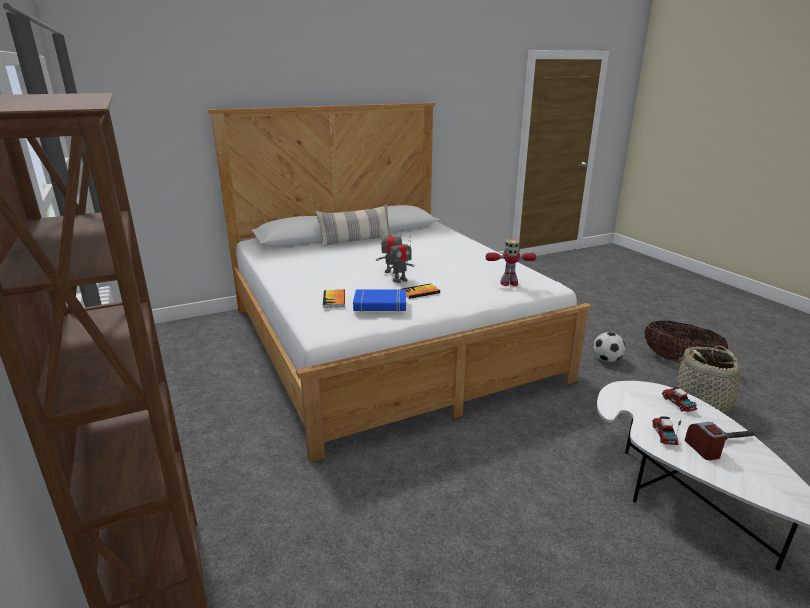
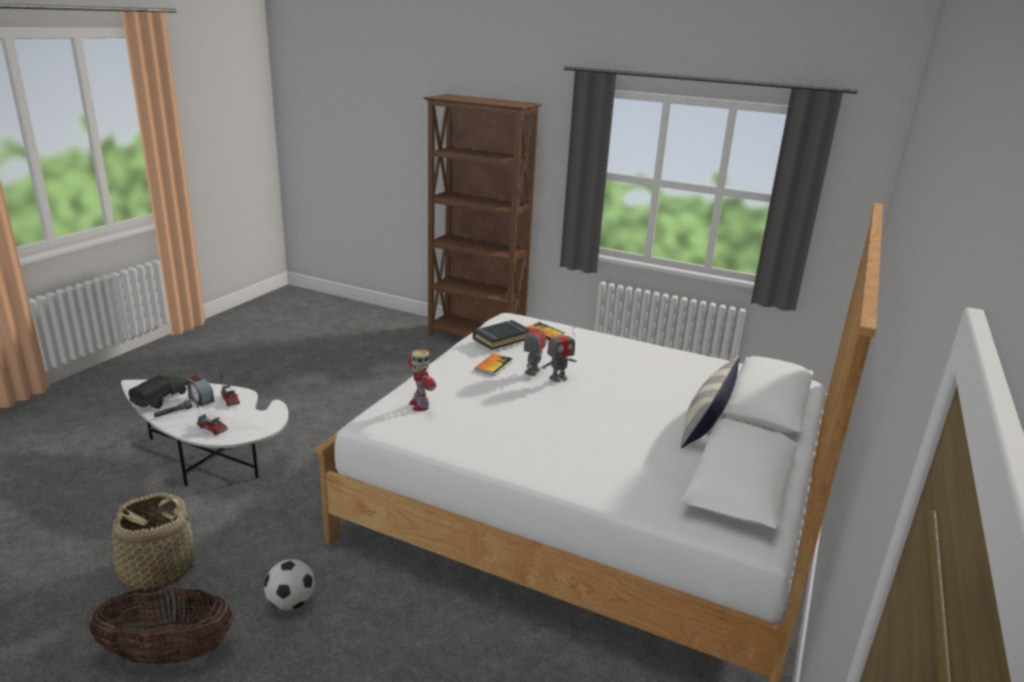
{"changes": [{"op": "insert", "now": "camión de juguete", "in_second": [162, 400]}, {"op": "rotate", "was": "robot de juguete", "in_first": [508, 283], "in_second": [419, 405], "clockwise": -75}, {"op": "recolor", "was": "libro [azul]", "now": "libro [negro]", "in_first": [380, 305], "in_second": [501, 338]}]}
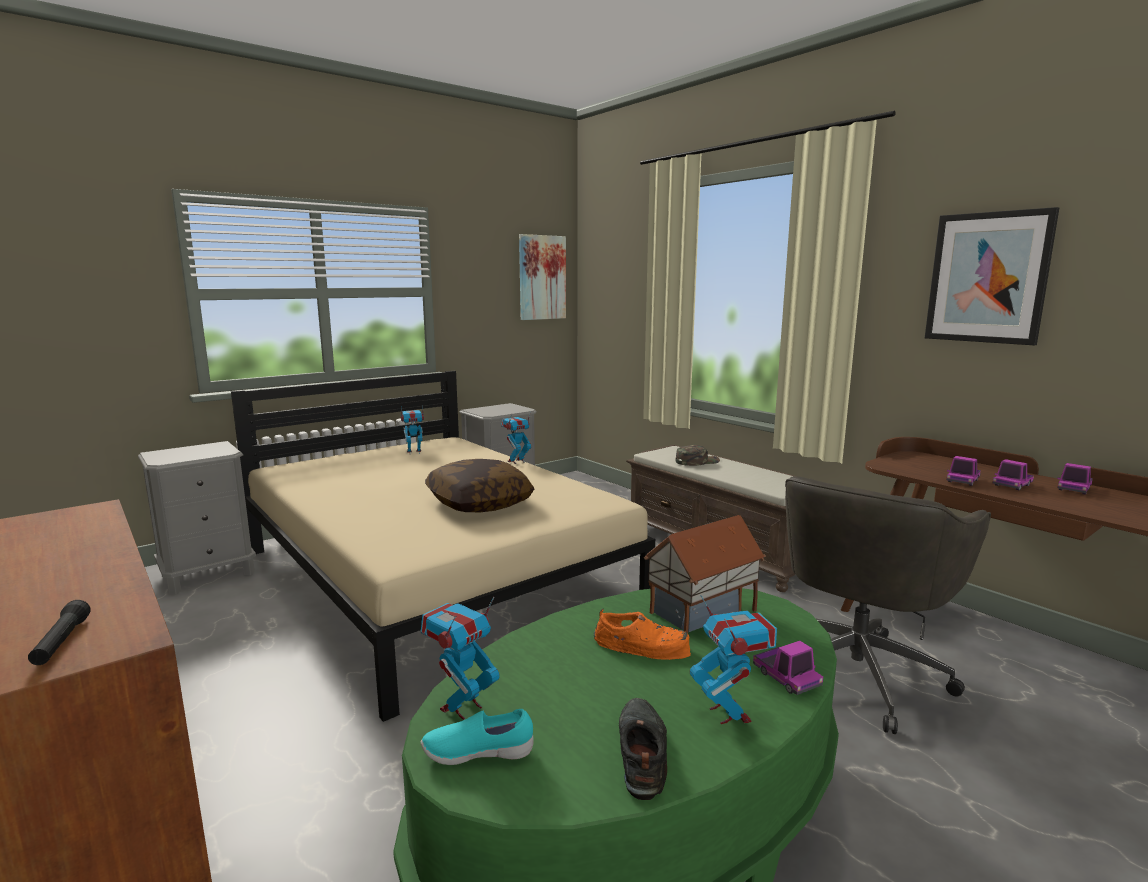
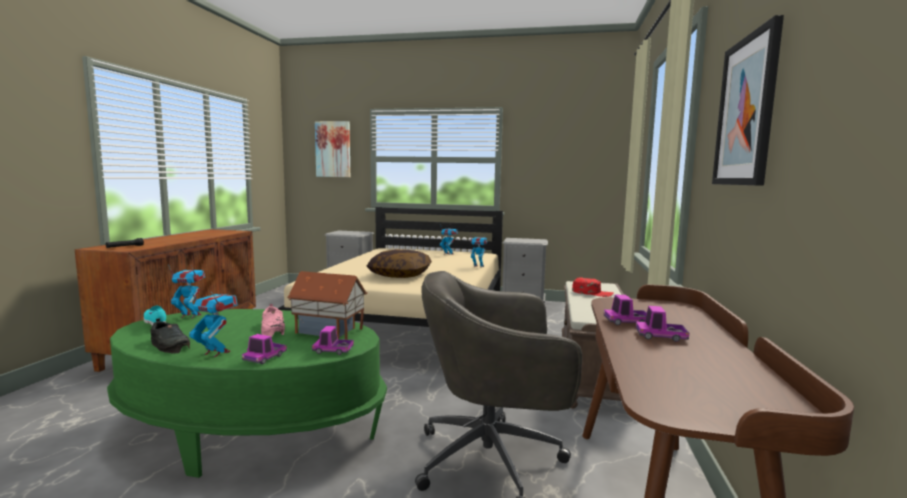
{"changes": [{"op": "rotate", "was": "zapato [negro]", "in_first": [641, 752], "in_second": [170, 344], "clockwise": 75}, {"op": "rotate", "was": "robot de juguete", "in_first": [729, 713], "in_second": [216, 353], "clockwise": -105}, {"op": "recolor", "was": "zapato [naranja]", "now": "zapato [rosa]", "in_first": [642, 645], "in_second": [273, 328]}, {"op": "move", "was": "camión de juguete", "in_first": [1074, 489], "in_second": [333, 350]}, {"op": "move", "was": "cuadro", "in_first": [541, 277], "in_second": [333, 149]}, {"op": "recolor", "was": "gorra [verde]", "now": "gorra [rojo]", "in_first": [696, 461], "in_second": [592, 293]}]}
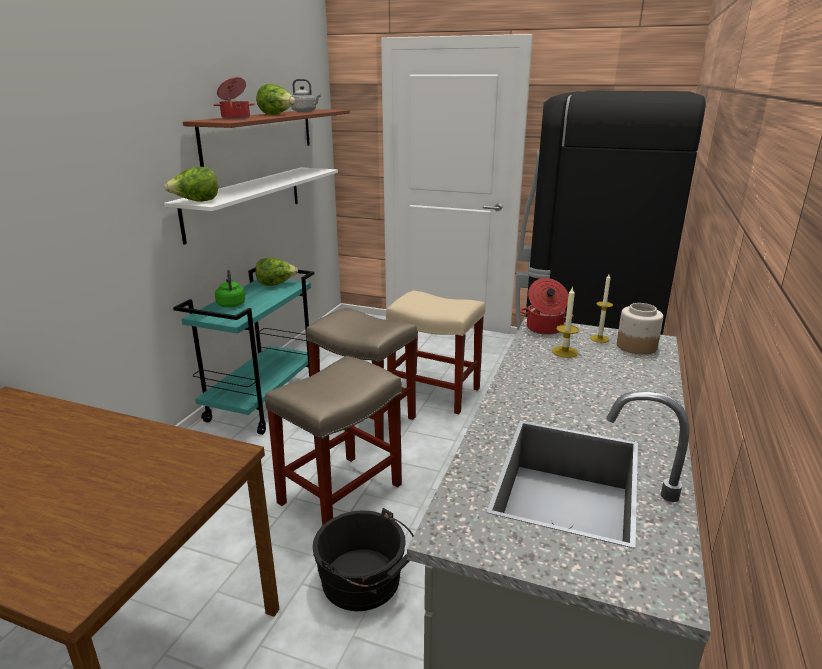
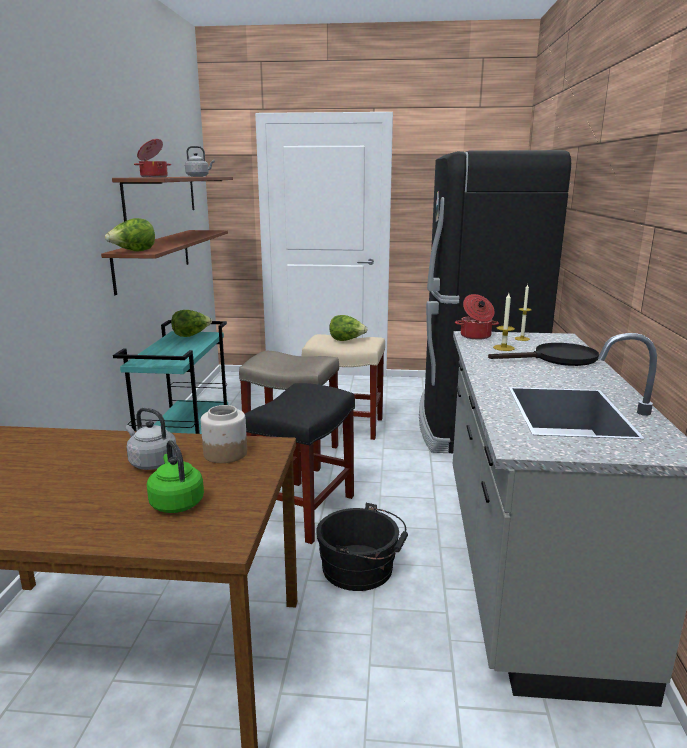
{"changes": [{"op": "recolor", "was": "estante [blanco]", "now": "estante [marrón]", "in_first": [245, 201], "in_second": [154, 258]}, {"op": "insert", "now": "hervidor [gris]", "in_second": [151, 462]}, {"op": "move", "was": "hervidor [verde]", "in_first": [231, 304], "in_second": [176, 502]}, {"op": "move", "was": "tarro", "in_first": [636, 346], "in_second": [225, 453]}, {"op": "recolor", "was": "taburete [beis]", "now": "taburete [negro]", "in_first": [341, 492], "in_second": [303, 509]}, {"op": "move", "was": "lechuga", "in_first": [277, 115], "in_second": [346, 340]}, {"op": "insert", "now": "sartén [negro]", "in_second": [557, 359]}]}
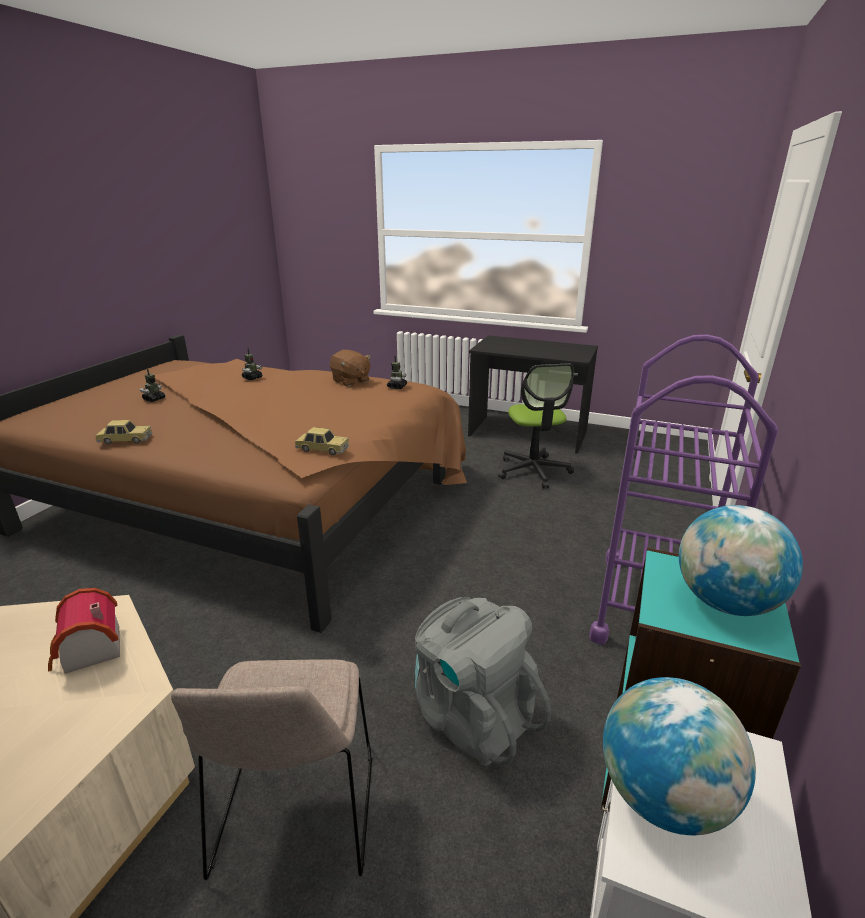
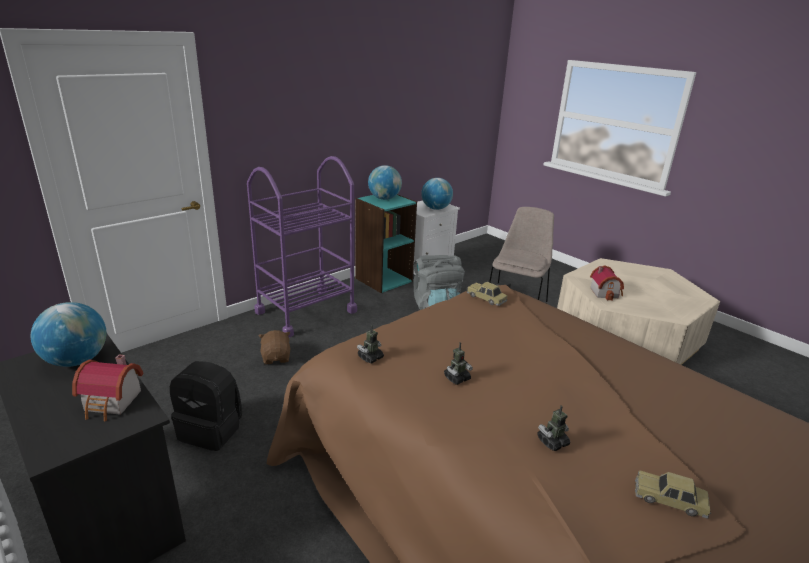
{"changes": [{"op": "insert", "now": "globo terráqueo", "in_second": [76, 360]}, {"op": "insert", "now": "casita", "in_second": [112, 402]}, {"op": "replace", "was": "silla de oficina", "now": "mochila [negro]", "in_first": [533, 471], "in_second": [211, 430]}, {"op": "move", "was": "peluche [marrón]", "in_first": [350, 381], "in_second": [276, 358]}, {"op": "move", "was": "robot de juguete", "in_first": [154, 399], "in_second": [457, 378]}, {"op": "move", "was": "coche de juguete", "in_first": [125, 440], "in_second": [669, 500]}]}
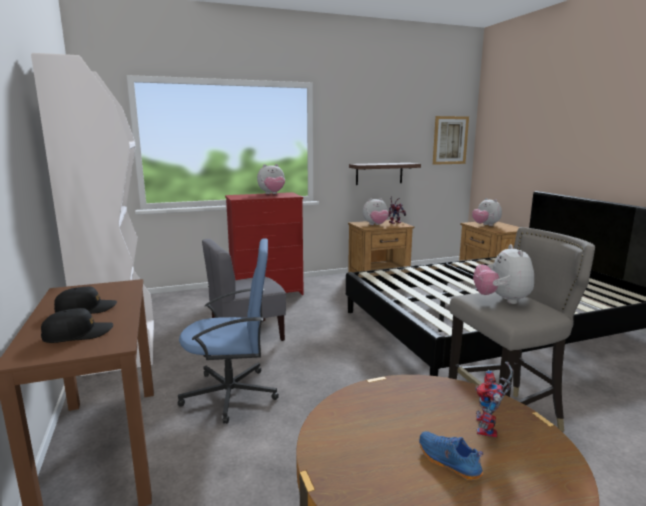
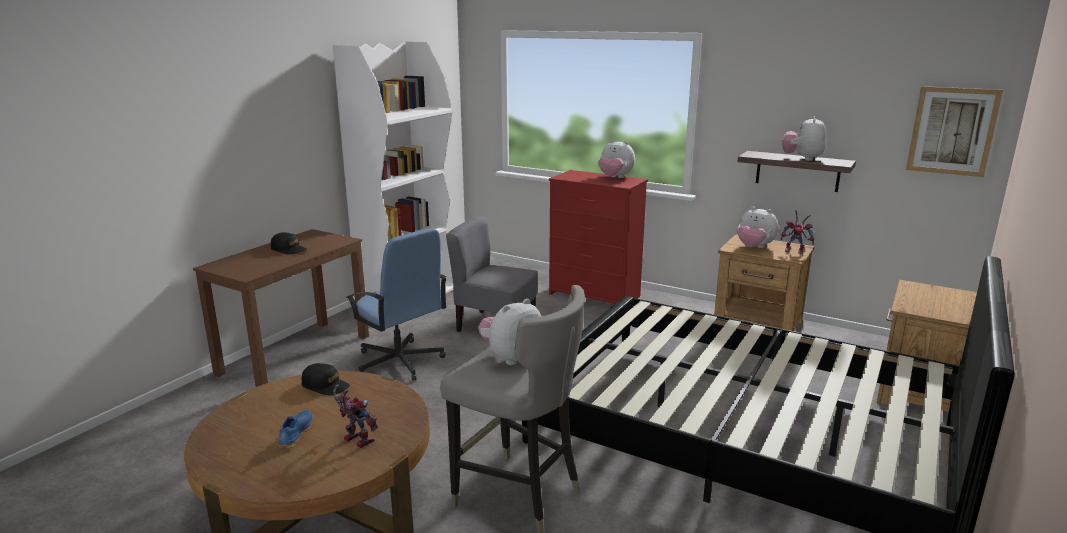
{"changes": [{"op": "move", "was": "gorra [negro]", "in_first": [78, 334], "in_second": [326, 386]}, {"op": "rotate", "was": "robot de juguete", "in_first": [489, 429], "in_second": [355, 440], "clockwise": 60}, {"op": "move", "was": "peluche", "in_first": [485, 225], "in_second": [802, 159]}]}
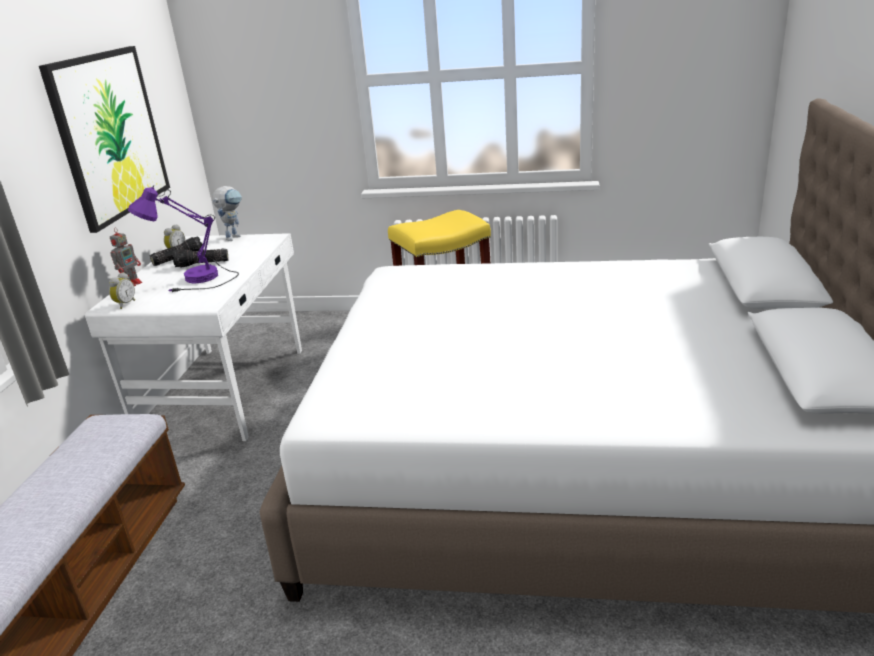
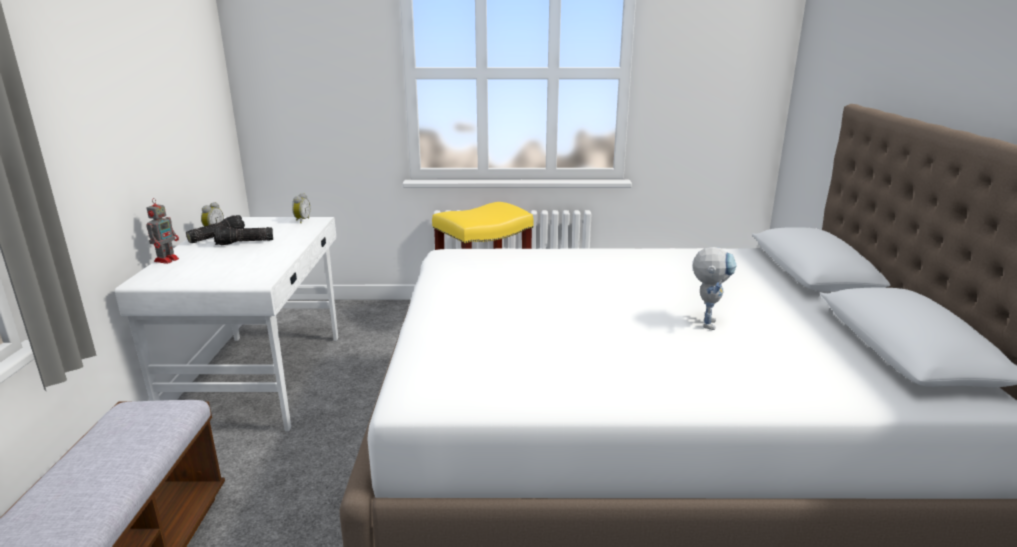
{"changes": [{"op": "move", "was": "despertador", "in_first": [124, 304], "in_second": [301, 220]}, {"op": "move", "was": "robot de juguete", "in_first": [235, 237], "in_second": [706, 321]}, {"op": "delete", "was": "cuadro", "in_first": [110, 135]}, {"op": "delete", "was": "lámpara de mesa [morado]", "in_first": [196, 282]}]}
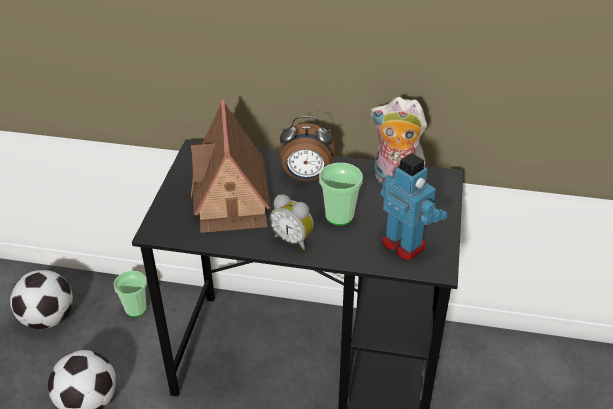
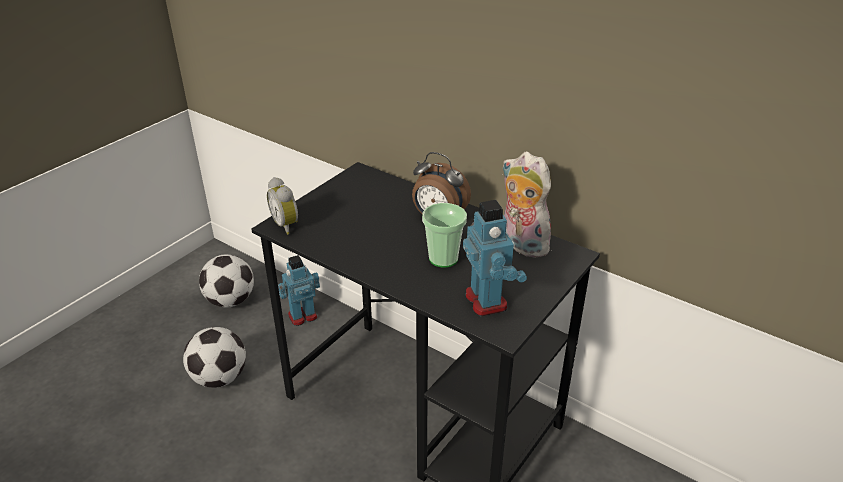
{"changes": [{"op": "move", "was": "despertador", "in_first": [293, 239], "in_second": [287, 225]}, {"op": "replace", "was": "taza", "now": "robot de juguete", "in_first": [136, 309], "in_second": [302, 316]}, {"op": "delete", "was": "casita", "in_first": [231, 196]}]}
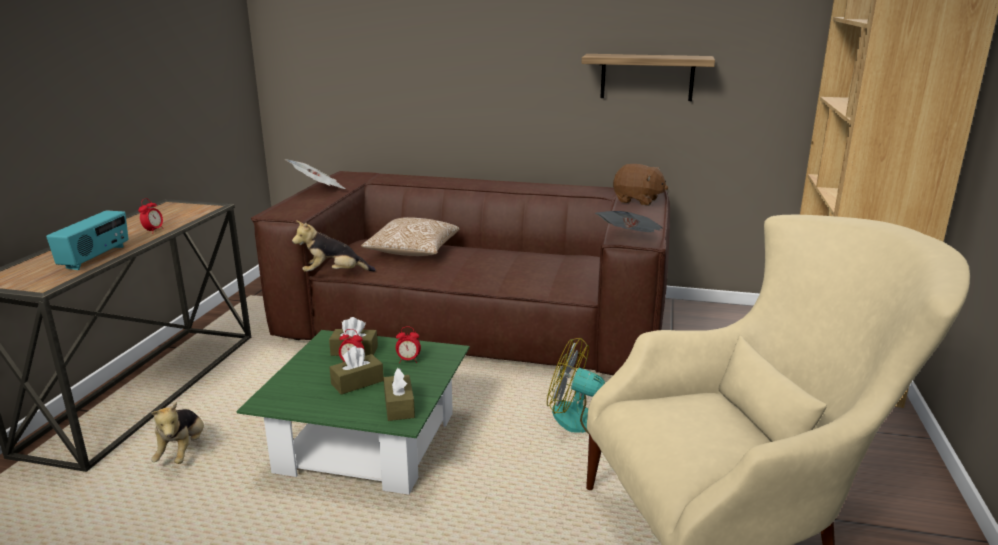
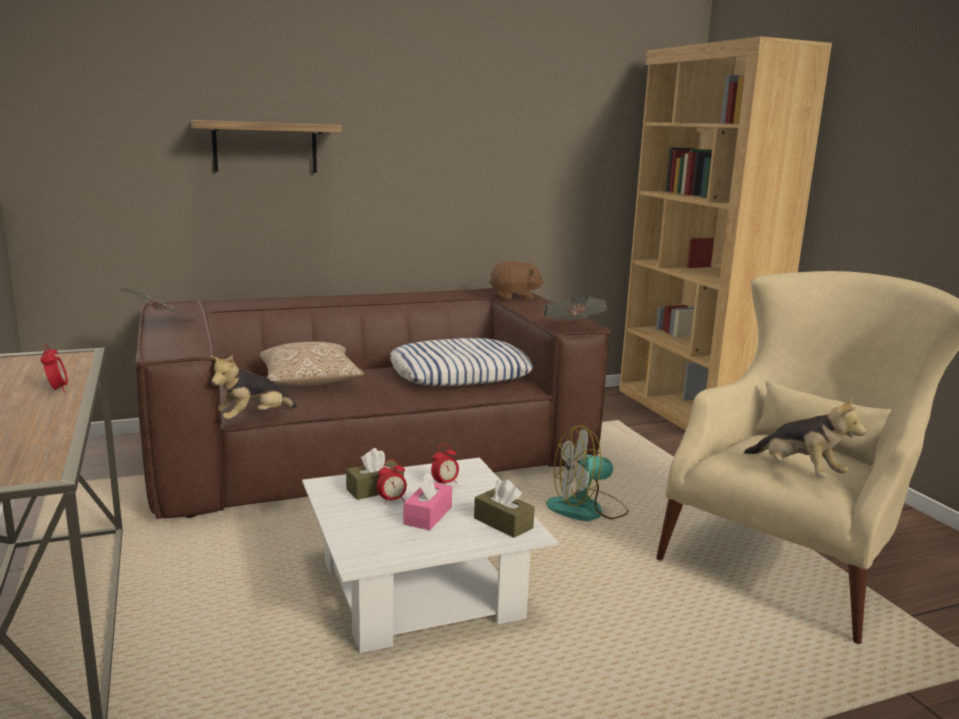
{"changes": [{"op": "move", "was": "estante", "in_first": [647, 77], "in_second": [265, 147]}, {"op": "recolor", "was": "mesa de centro [verde]", "now": "mesa de centro [blanco]", "in_first": [367, 442], "in_second": [420, 589]}, {"op": "insert", "now": "cojín", "in_second": [460, 373]}, {"op": "recolor", "was": "caja de pañuelos [marrón]", "now": "caja de pañuelos [rosa]", "in_first": [357, 382], "in_second": [428, 515]}, {"op": "move", "was": "peluche", "in_first": [182, 451], "in_second": [798, 472]}, {"op": "delete", "was": "radio", "in_first": [96, 257]}]}
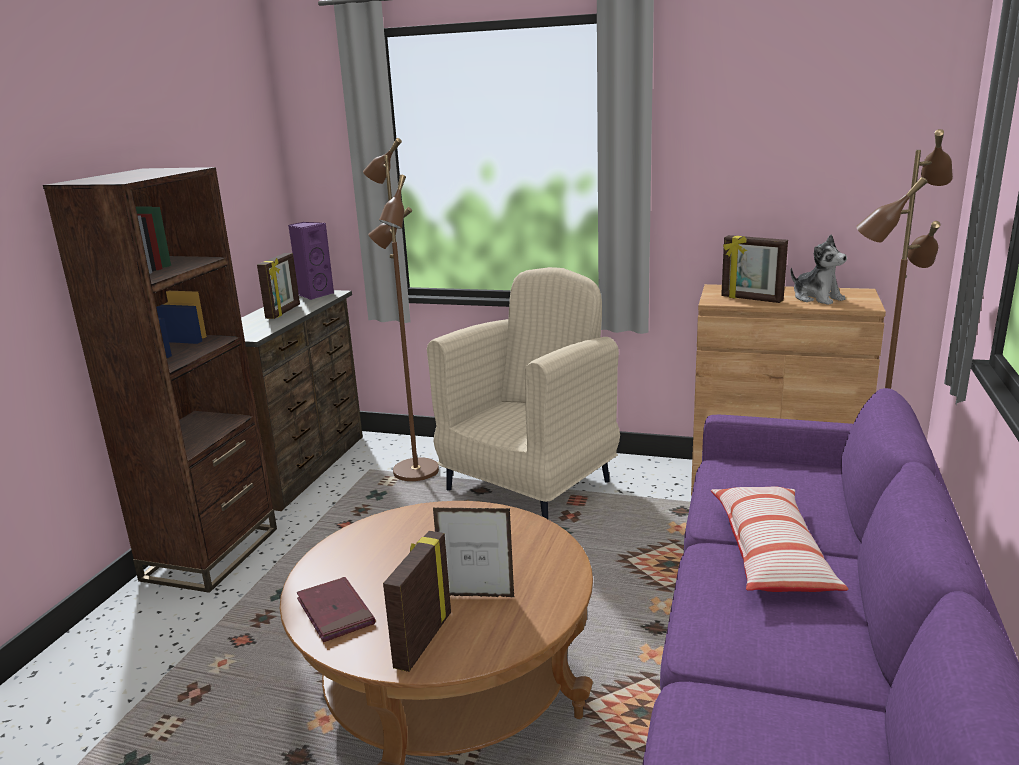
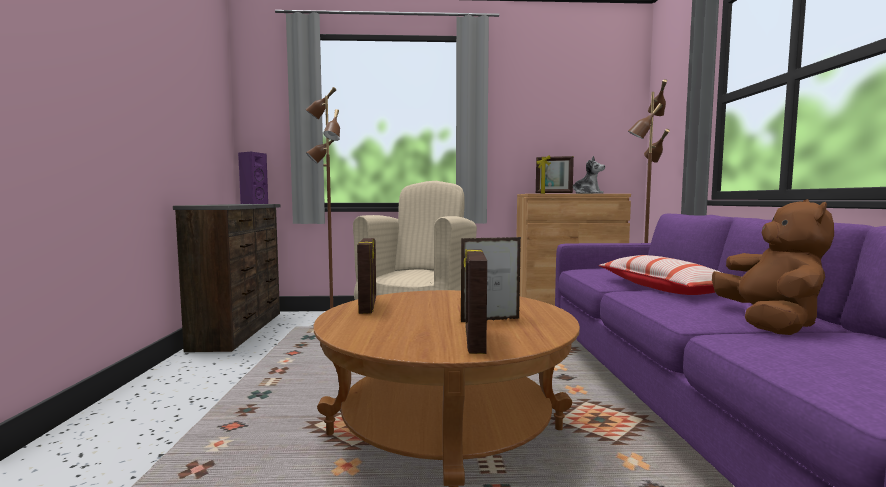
{"changes": [{"op": "move", "was": "portarretratos", "in_first": [284, 312], "in_second": [368, 306]}, {"op": "insert", "now": "peluche [marrón]", "in_second": [769, 324]}, {"op": "delete", "was": "estantería [marrón]", "in_first": [211, 554]}, {"op": "delete", "was": "libro [rojo]", "in_first": [335, 612]}]}
